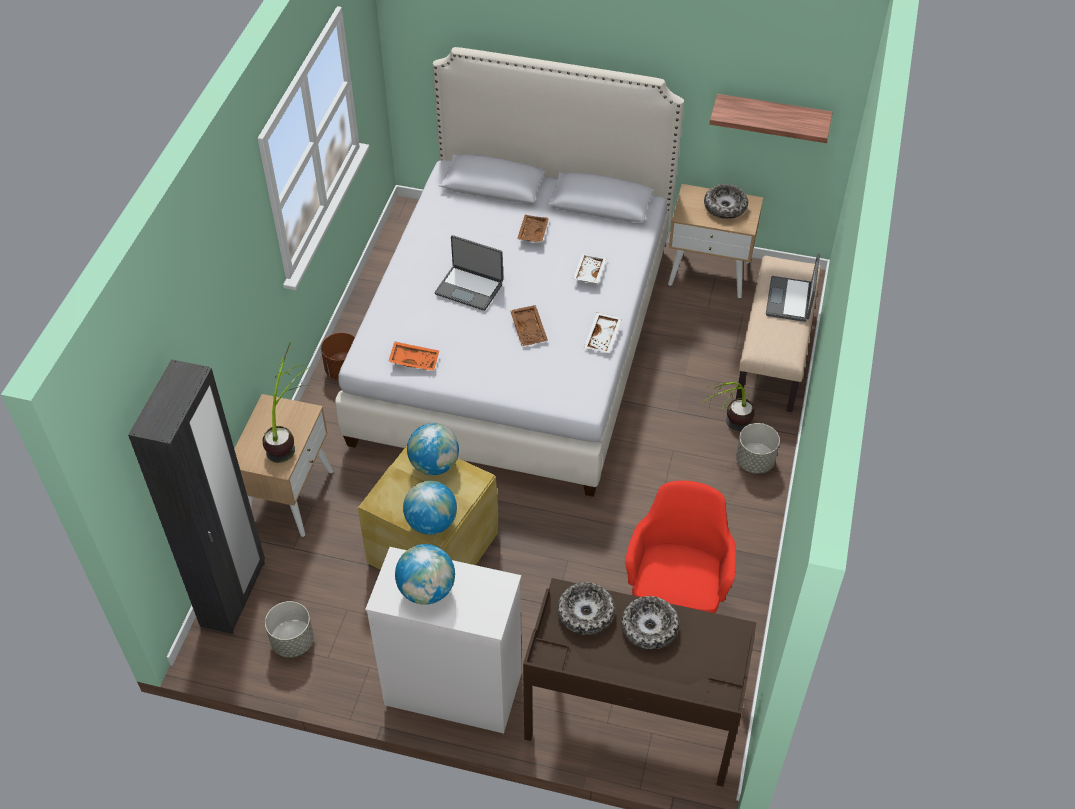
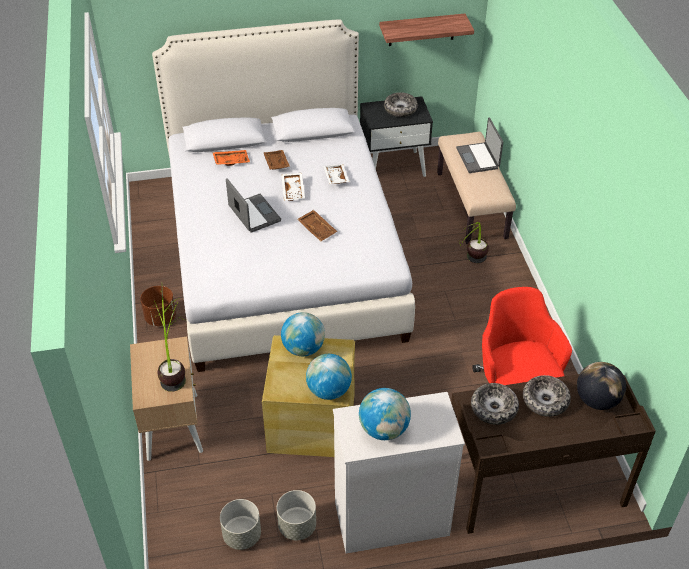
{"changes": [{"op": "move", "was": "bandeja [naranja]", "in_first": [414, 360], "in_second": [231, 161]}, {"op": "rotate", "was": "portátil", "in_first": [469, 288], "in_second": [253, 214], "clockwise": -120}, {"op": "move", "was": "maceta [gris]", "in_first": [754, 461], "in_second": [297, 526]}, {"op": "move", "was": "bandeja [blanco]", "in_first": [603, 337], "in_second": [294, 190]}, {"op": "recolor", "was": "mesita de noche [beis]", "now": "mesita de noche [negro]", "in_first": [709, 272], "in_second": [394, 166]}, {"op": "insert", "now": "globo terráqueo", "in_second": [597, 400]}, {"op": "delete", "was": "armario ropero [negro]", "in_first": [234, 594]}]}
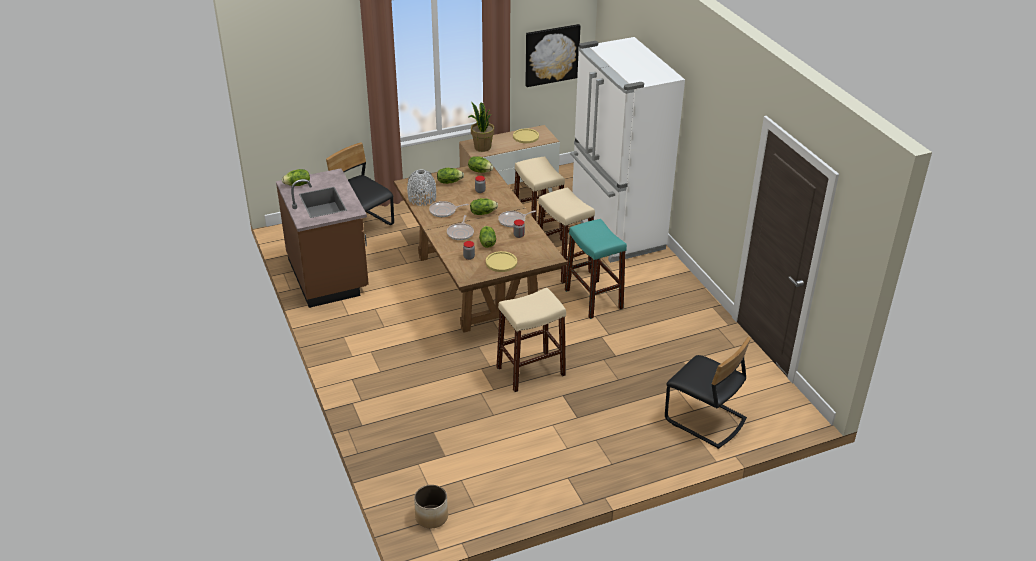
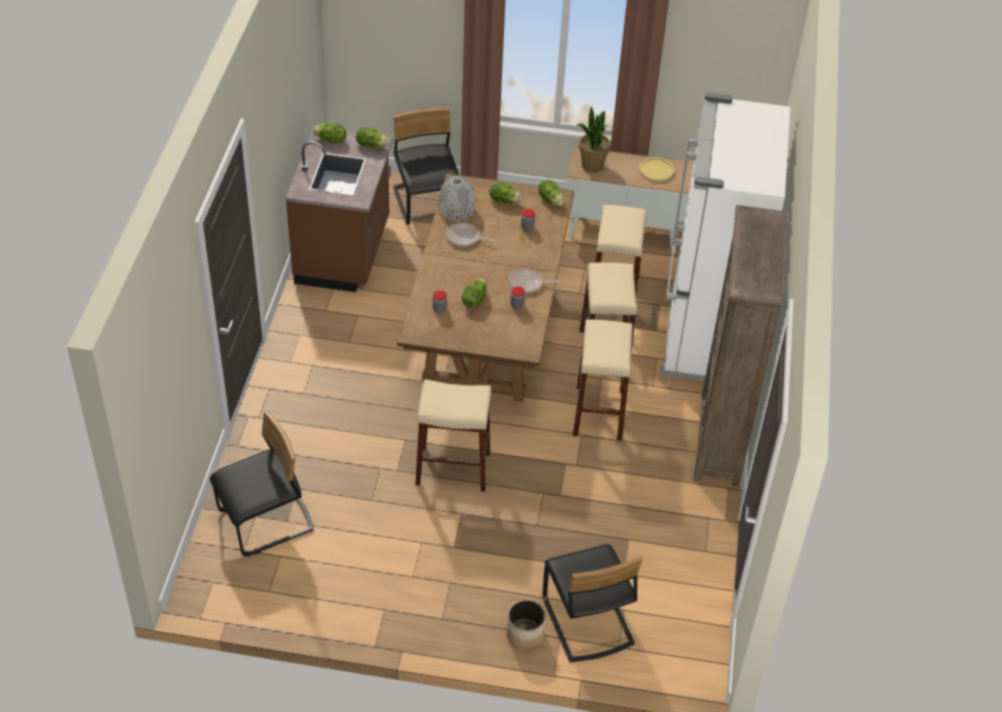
{"changes": [{"op": "insert", "now": "silla [negro]", "in_second": [266, 522]}, {"op": "move", "was": "lechuga", "in_first": [483, 213], "in_second": [371, 145]}, {"op": "move", "was": "maceta", "in_first": [431, 517], "in_second": [524, 634]}, {"op": "recolor", "was": "taburete [turquesa]", "now": "taburete [beis]", "in_first": [593, 299], "in_second": [599, 413]}, {"op": "insert", "now": "estantería [marrón]", "in_second": [719, 440]}, {"op": "delete", "was": "sartén", "in_first": [461, 233]}, {"op": "delete", "was": "plato [amarillo]", "in_first": [501, 262]}, {"op": "delete", "was": "cuadro", "in_first": [551, 55]}]}
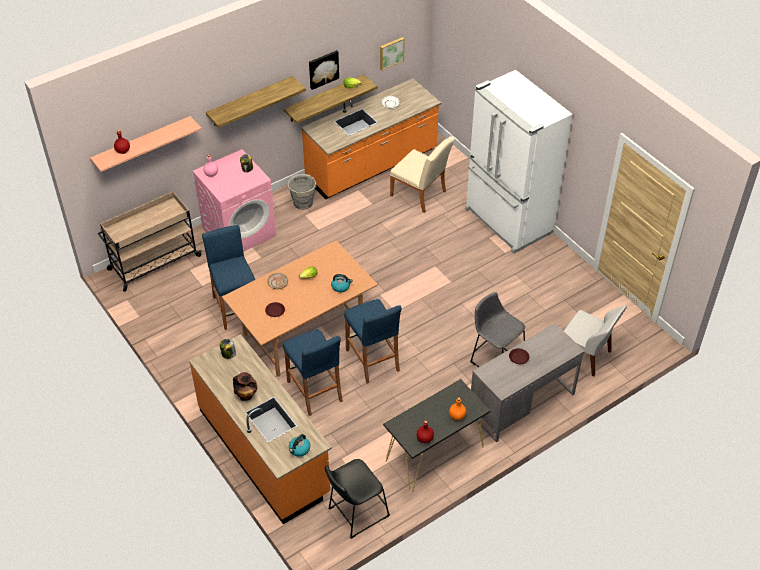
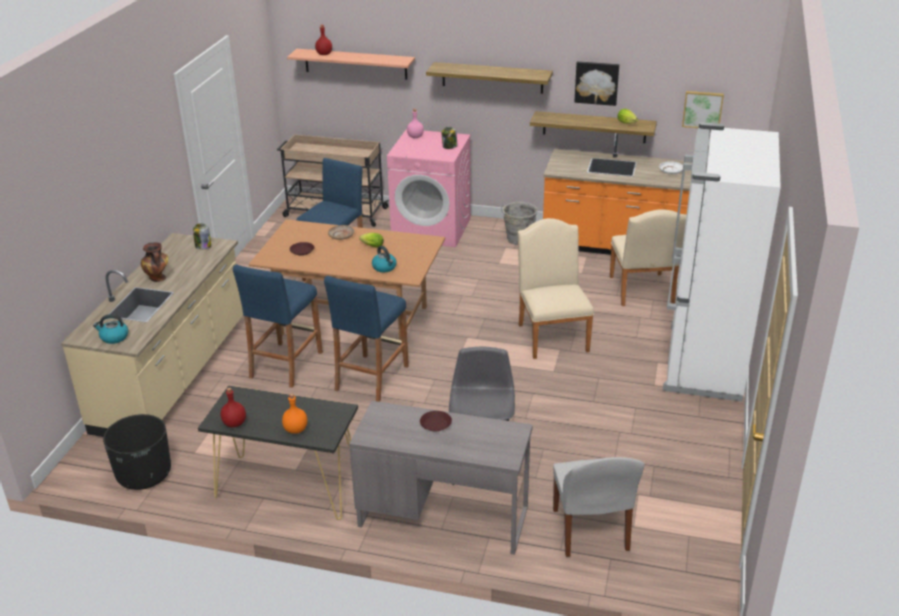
{"changes": [{"op": "recolor", "was": "mueble bajo de cocina [naranja]", "now": "mueble bajo de cocina [beis]", "in_first": [264, 451], "in_second": [173, 375]}, {"op": "replace", "was": "taburete [negro]", "now": "maceta [negro]", "in_first": [355, 514], "in_second": [144, 474]}, {"op": "insert", "now": "silla [beis]", "in_second": [552, 334]}]}
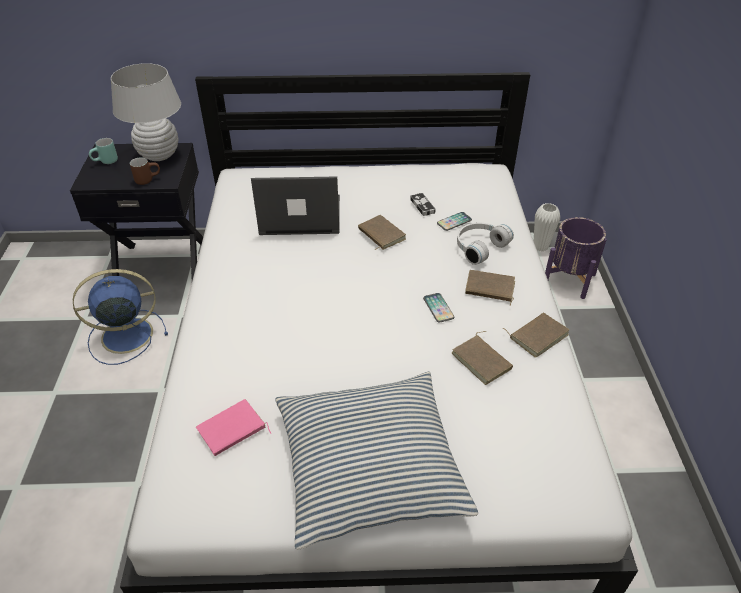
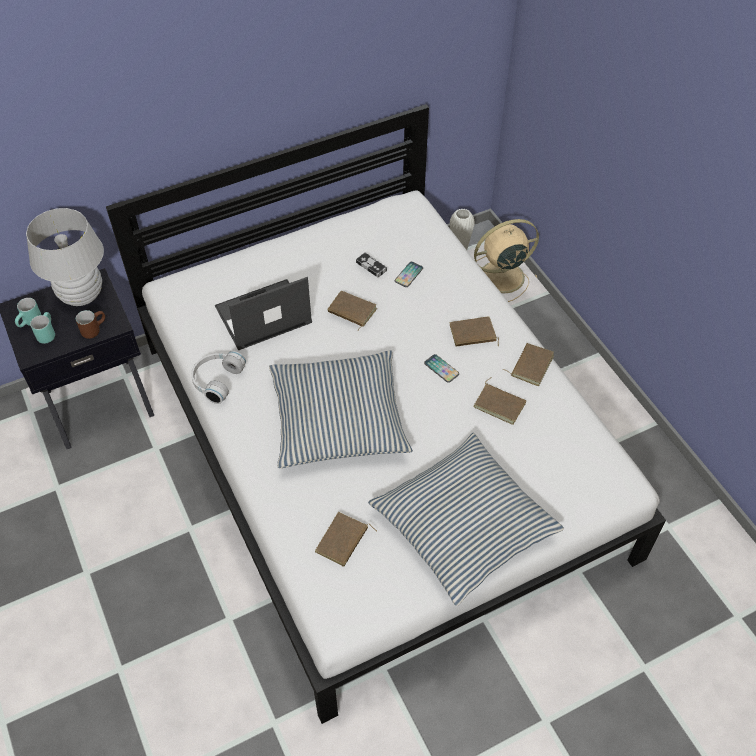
{"changes": [{"op": "insert", "now": "taza grande [turquesa]", "in_second": [46, 333]}, {"op": "move", "was": "auriculares [blanco]", "in_first": [478, 247], "in_second": [216, 380]}, {"op": "insert", "now": "cojín", "in_second": [338, 418]}, {"op": "recolor", "was": "libro [rosa]", "now": "libro [marrón]", "in_first": [232, 431], "in_second": [343, 541]}, {"op": "replace", "was": "maceta [morado]", "now": "ventilador [beis]", "in_first": [569, 279], "in_second": [499, 277]}, {"op": "delete", "was": "ventilador [azul]", "in_first": [124, 336]}]}
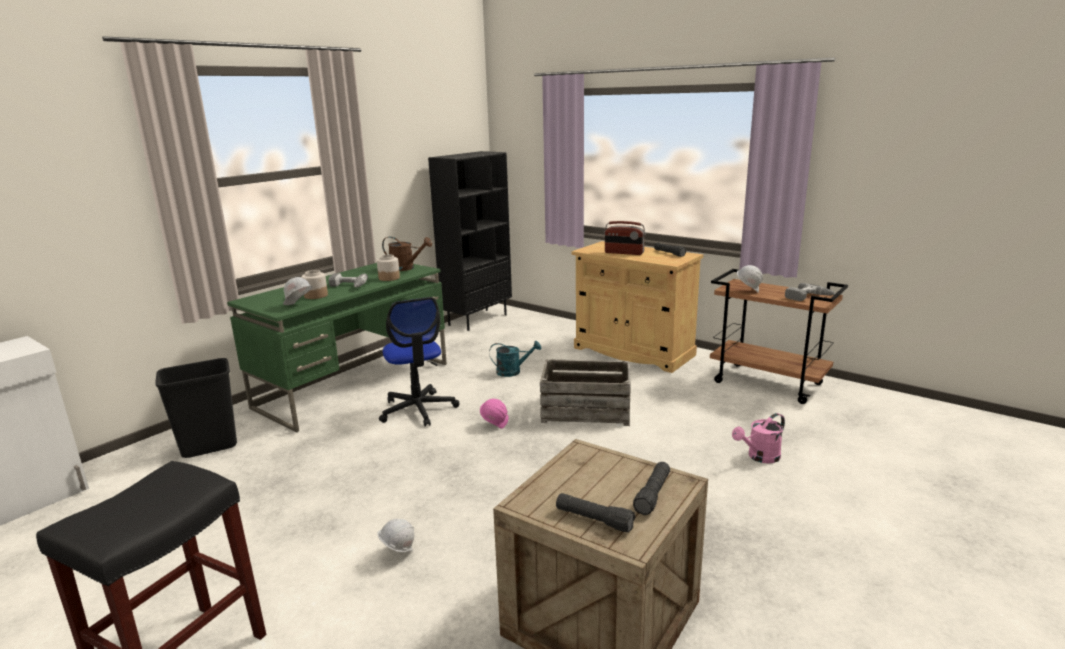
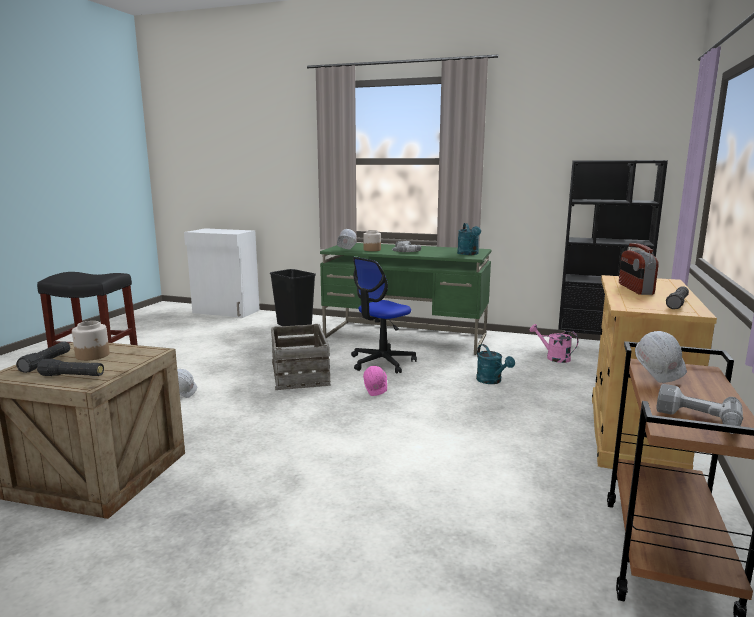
{"changes": [{"op": "move", "was": "tarro", "in_first": [389, 278], "in_second": [93, 355]}, {"op": "move", "was": "caja de embalaje", "in_first": [586, 410], "in_second": [300, 373]}, {"op": "recolor", "was": "regadera [marrón]", "now": "regadera [turquesa]", "in_first": [406, 268], "in_second": [469, 254]}, {"op": "move", "was": "regadera [rosa]", "in_first": [759, 457], "in_second": [553, 357]}]}
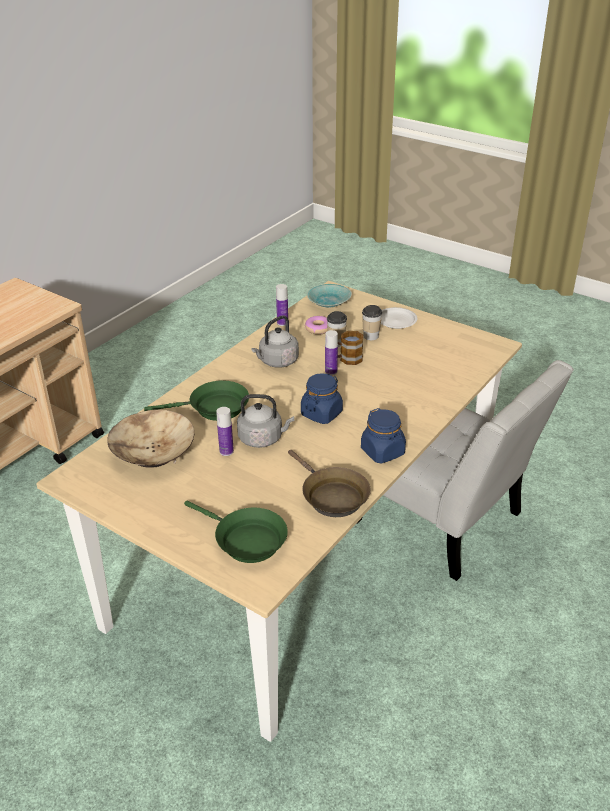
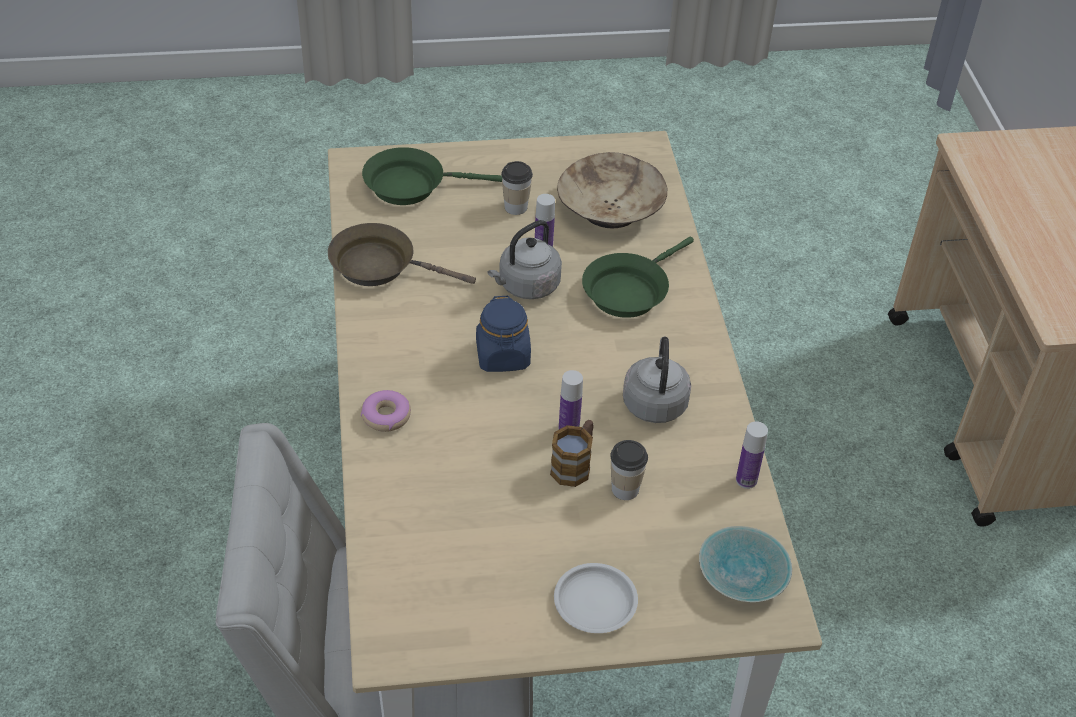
{"changes": [{"op": "move", "was": "rosquilla", "in_first": [318, 329], "in_second": [386, 416]}, {"op": "move", "was": "taza", "in_first": [371, 336], "in_second": [516, 207]}, {"op": "delete", "was": "tarro [azul]", "in_first": [383, 452]}]}
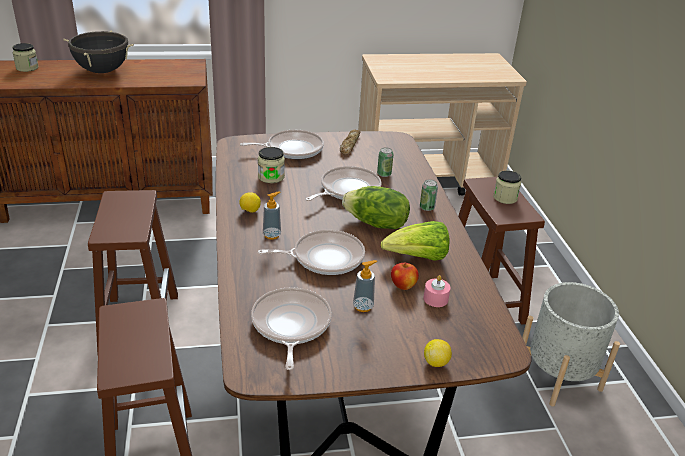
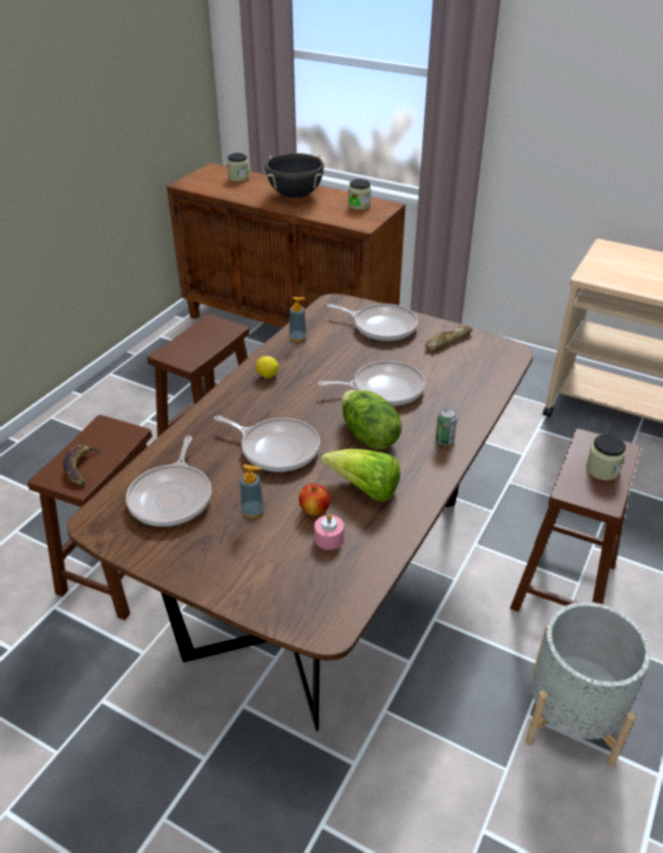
{"changes": [{"op": "insert", "now": "plátano", "in_second": [80, 467]}, {"op": "rotate", "was": "sartén", "in_first": [290, 325], "in_second": [172, 497], "clockwise": 150}, {"op": "move", "was": "dispensador de jabón", "in_first": [272, 235], "in_second": [298, 338]}, {"op": "move", "was": "tarro", "in_first": [271, 177], "in_second": [359, 205]}, {"op": "delete", "was": "lata", "in_first": [384, 174]}, {"op": "delete", "was": "limón", "in_first": [436, 362]}]}
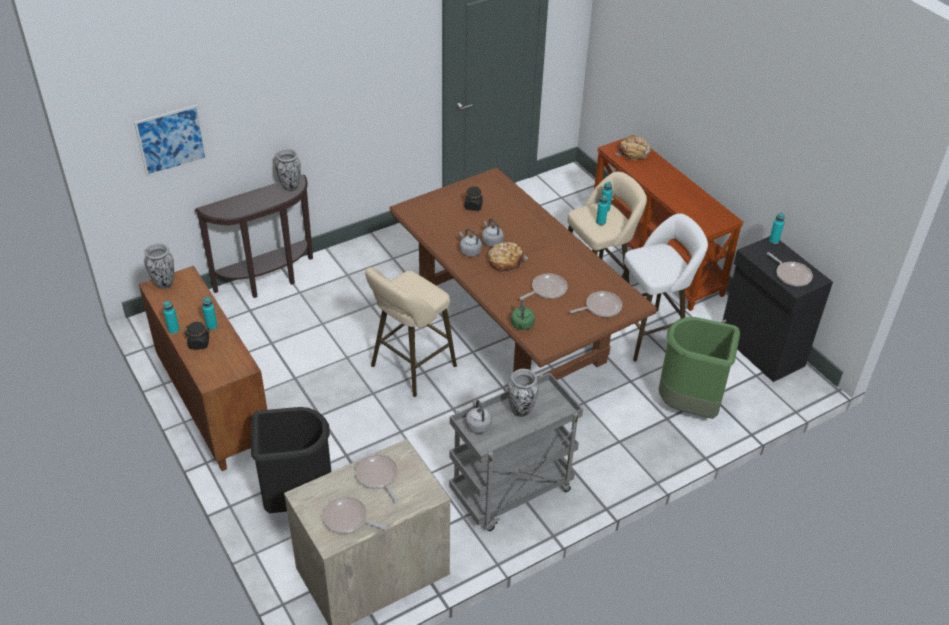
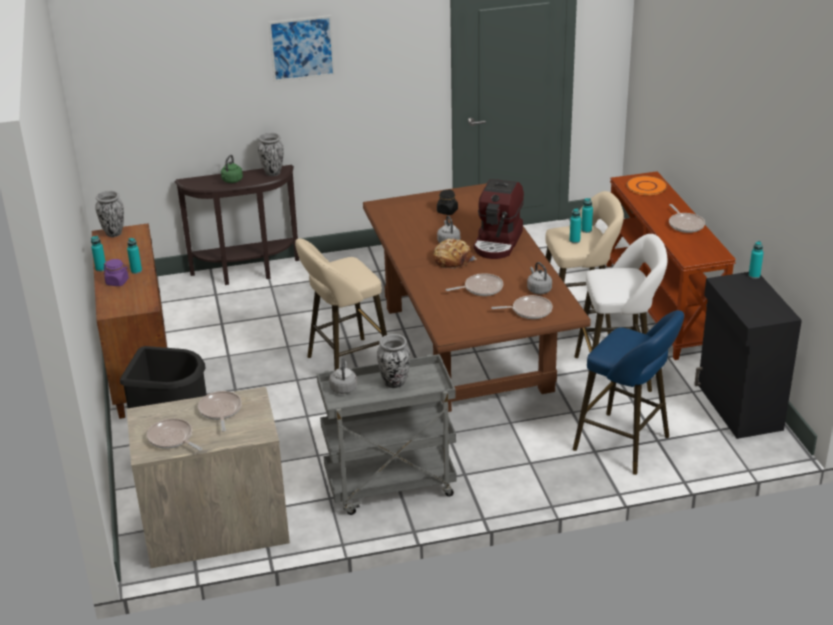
{"changes": [{"op": "recolor", "was": "tarro [negro]", "now": "tarro [morado]", "in_first": [199, 343], "in_second": [117, 282]}, {"op": "move", "was": "hervidor [verde]", "in_first": [522, 325], "in_second": [231, 181]}, {"op": "move", "was": "cuadro", "in_first": [171, 140], "in_second": [302, 48]}, {"op": "insert", "now": "cafetera", "in_second": [498, 242]}, {"op": "move", "was": "hervidor [gris]", "in_first": [469, 251], "in_second": [538, 289]}, {"op": "replace", "was": "papelera [verde]", "now": "taburete [azul]", "in_first": [689, 406], "in_second": [626, 445]}, {"op": "replace", "was": "pan", "now": "plato [naranja]", "in_first": [633, 153], "in_second": [646, 186]}, {"op": "move", "was": "sartén", "in_first": [791, 275], "in_second": [685, 224]}]}
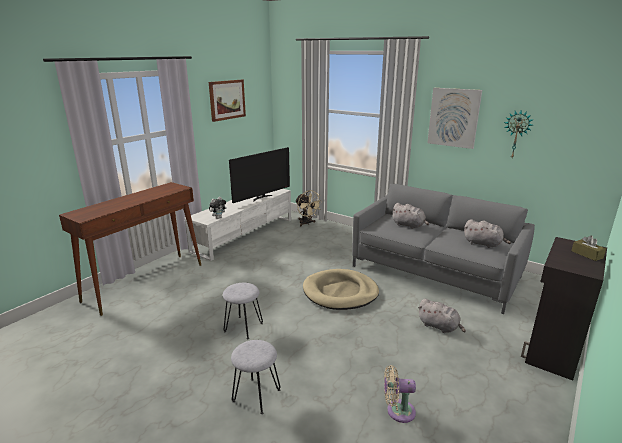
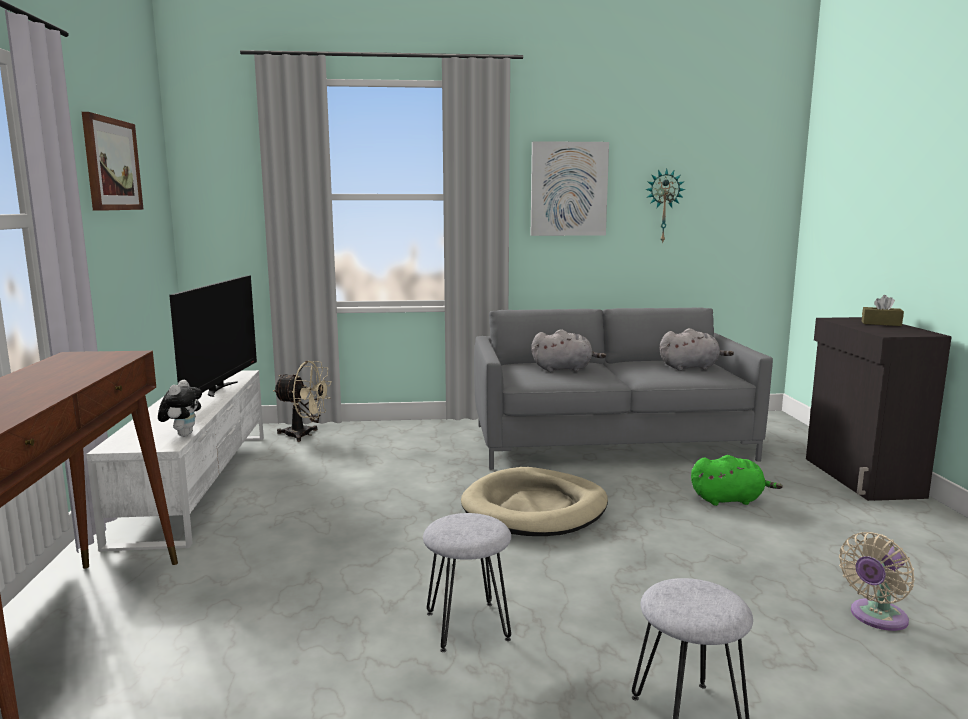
{"changes": [{"op": "recolor", "was": "peluche [gris]", "now": "peluche [verde]", "in_first": [439, 326], "in_second": [729, 500]}]}
